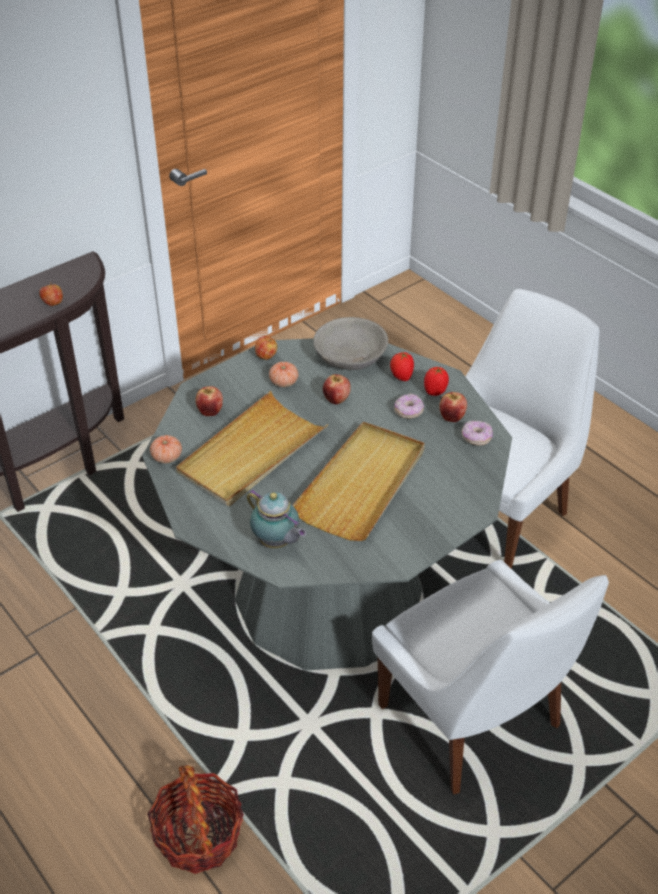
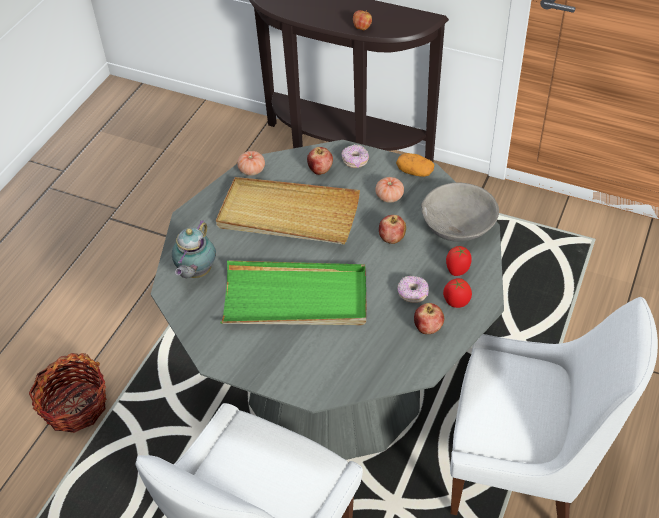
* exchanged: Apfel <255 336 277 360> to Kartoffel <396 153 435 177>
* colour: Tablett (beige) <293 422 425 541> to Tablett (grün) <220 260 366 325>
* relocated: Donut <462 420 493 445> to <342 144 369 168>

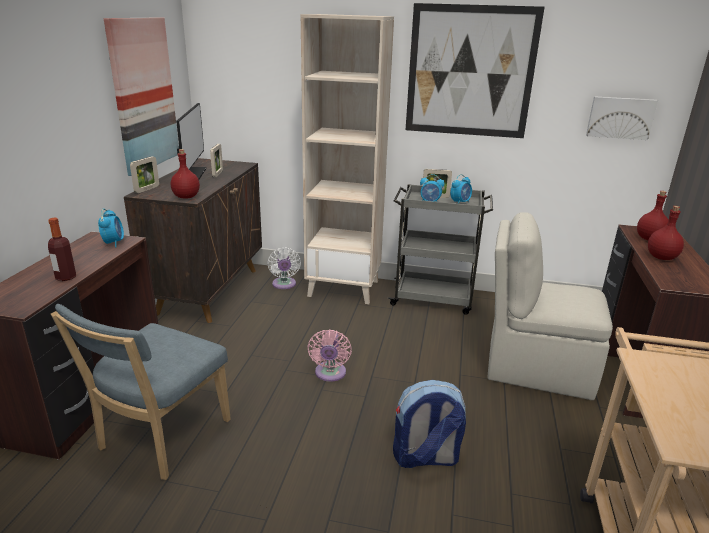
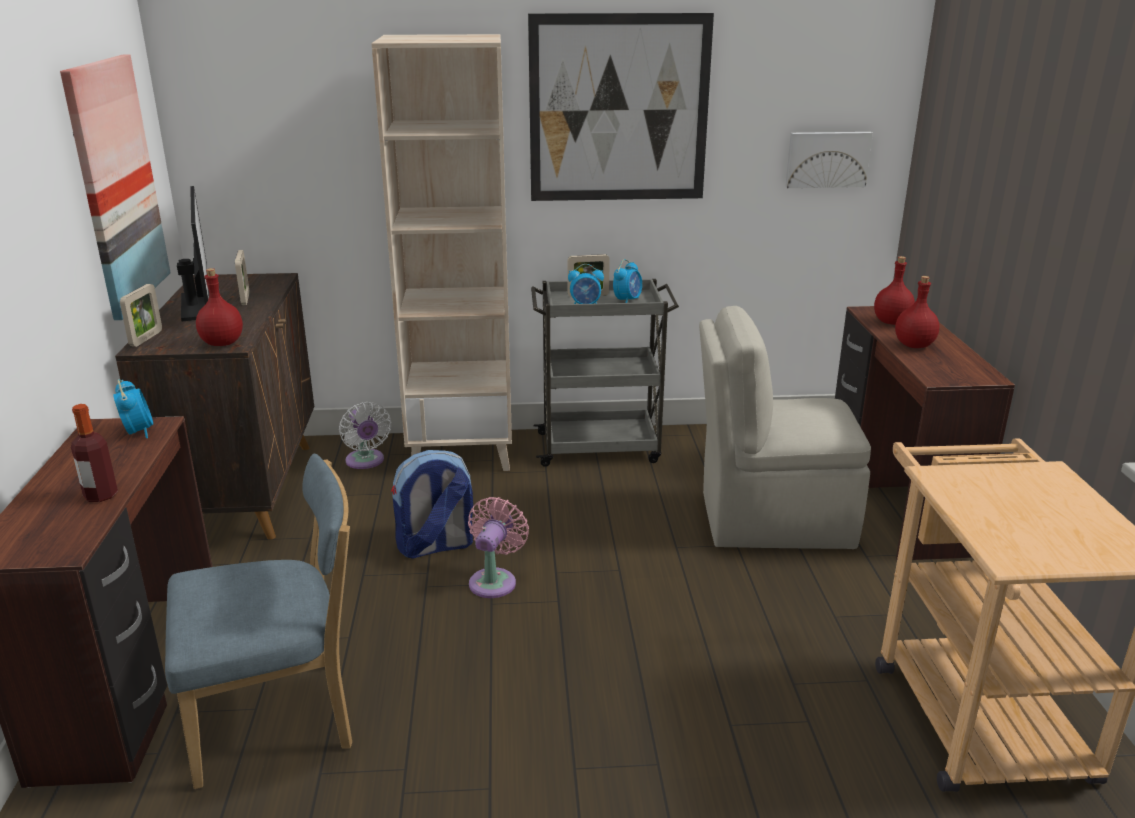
* spun: Stuhl (blau) <51 304 231 480> = <165 454 352 789> 120 degrees counterclockwise
* spun: Ventilator (rosa) <307 329 352 382> = <468 497 529 598> 150 degrees counterclockwise
* relocated: Rucksack <393 380 466 468> to <391 450 473 559>

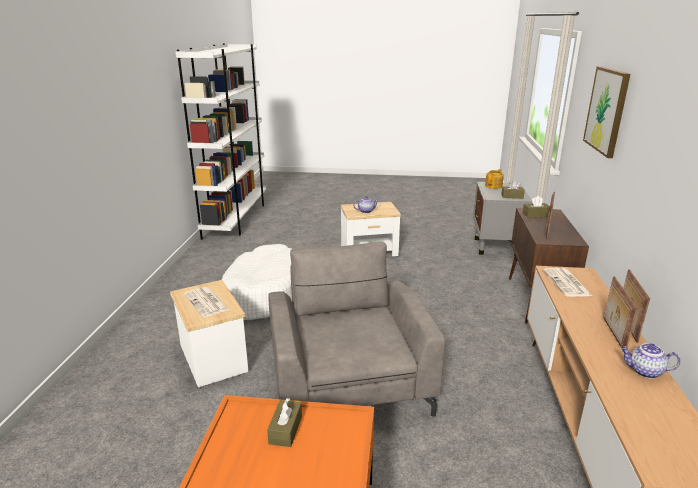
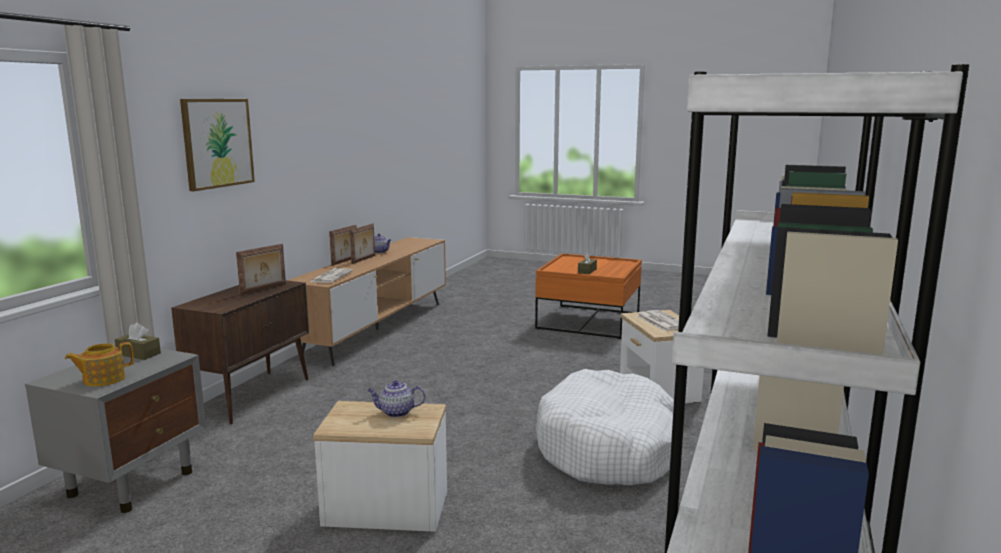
* missing: Sessel (grau) <269 242 445 416>
* missing: Taschentuchbox (braun) <523 196 550 218>

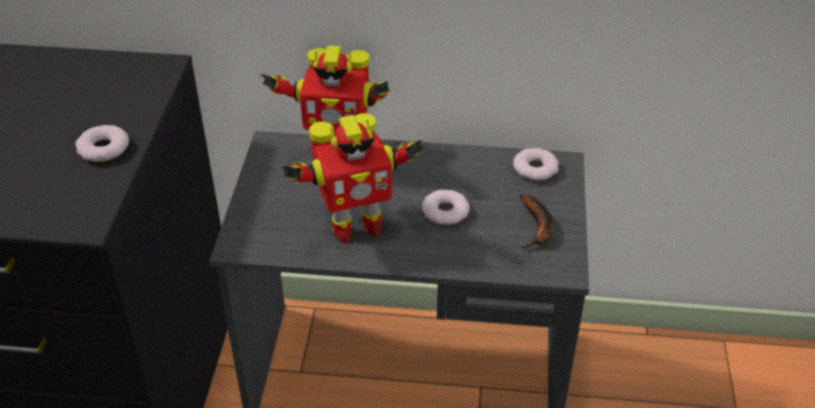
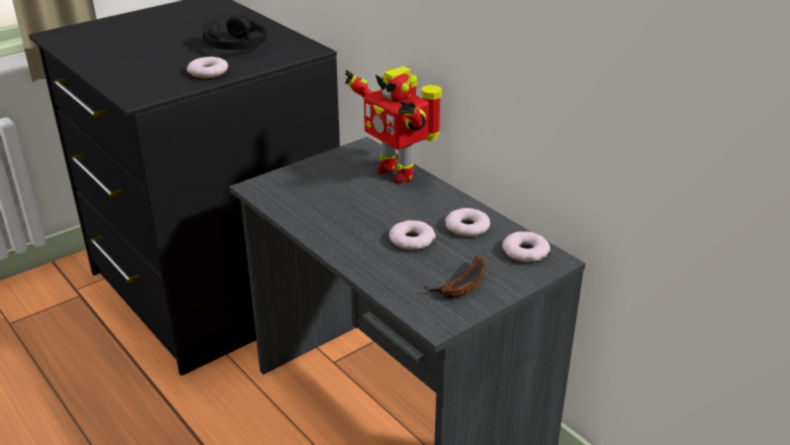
* missing: Spielzeugroboter <282 113 424 243>
* appeared: Kopfhörer (schwarz) <202 15 267 50>
* appeared: Donut <445 208 490 237>

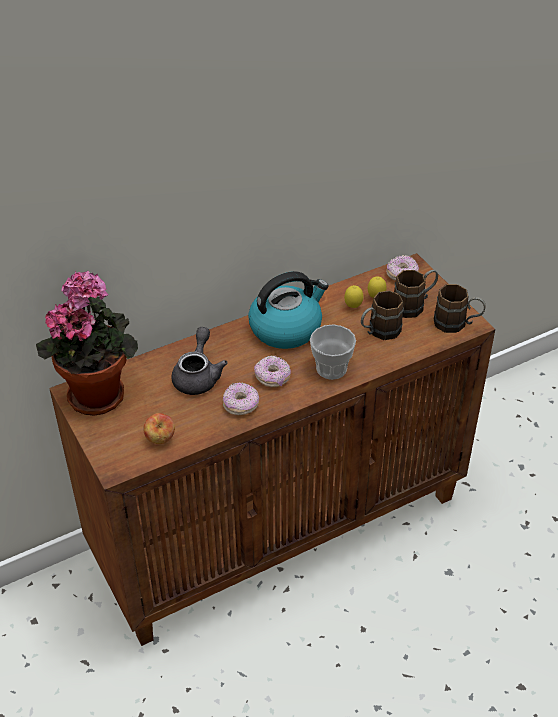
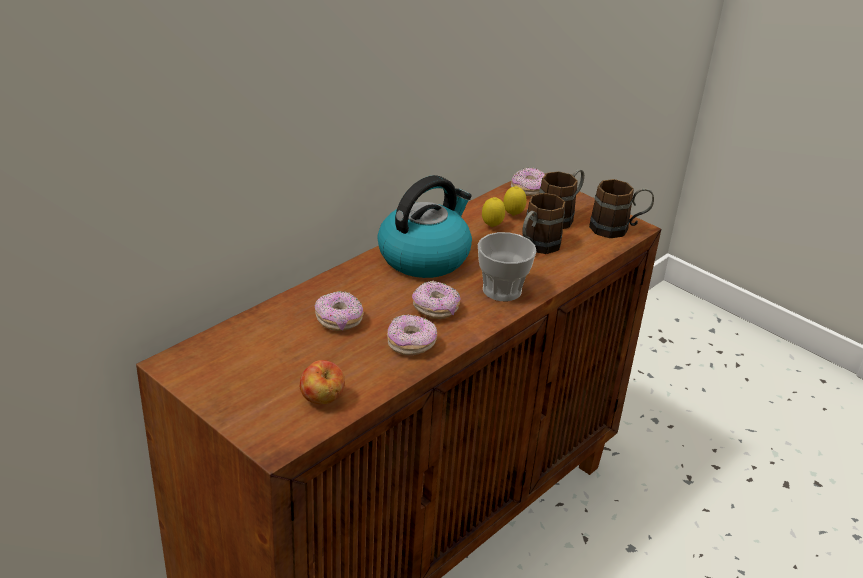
* missing: Topfpflanze <36 271 138 415>
* exchanged: Teekanne (grau) <171 327 228 395> to Donut <315 291 364 331>

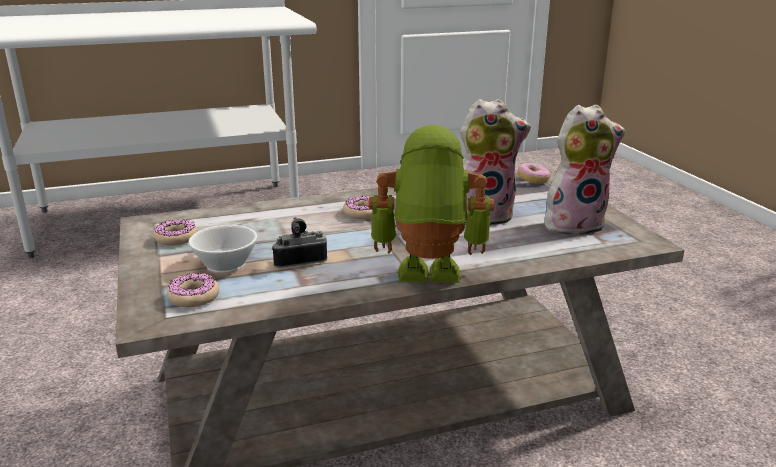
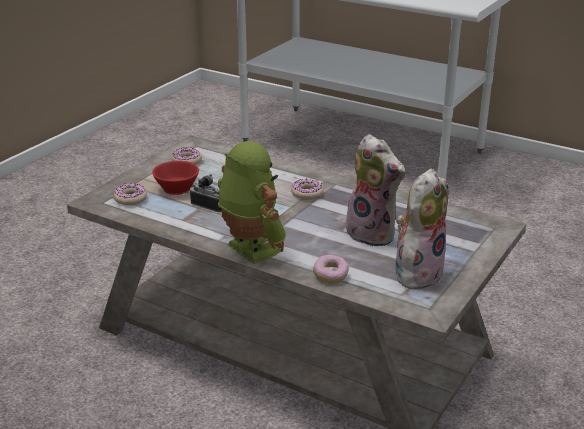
* colour: Tasse (weiß) <189 225 257 273> to Tasse (rot) <152 161 199 195>
* relocated: Donut <518 163 550 184> to <313 255 349 284>
* spun: Plüschtier <545 105 626 235> = <396 169 448 289> 90 degrees counterclockwise

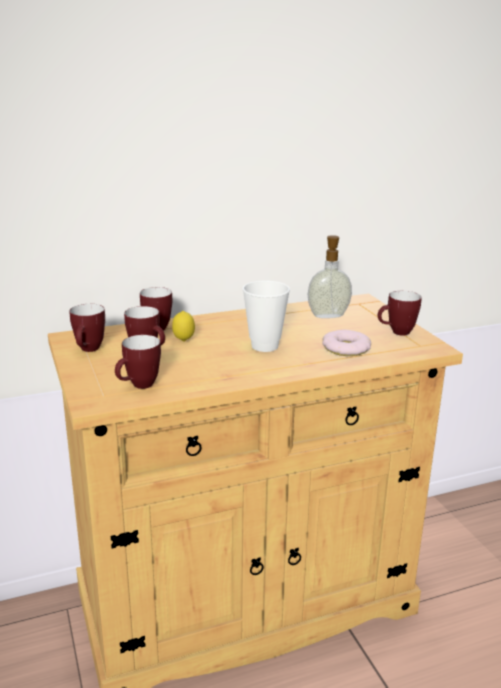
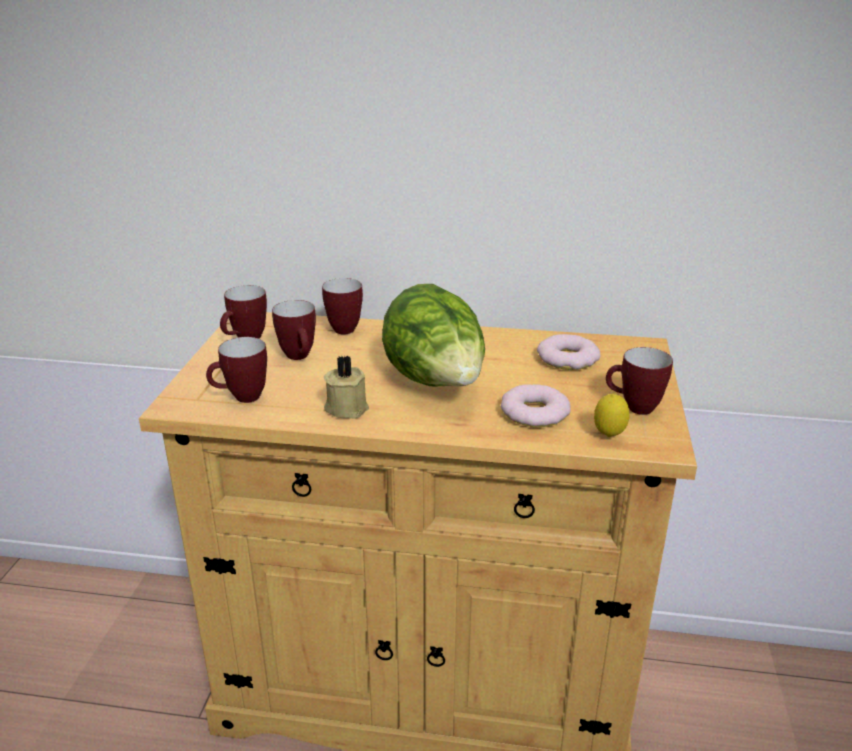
* relocated: Zitrone <172 311 195 342> to <594 394 630 437>
* exchanged: Tasse <243 281 290 352> to Salatkopf <382 284 485 386>
* exchanged: Seifenspender <308 235 352 318> to Donut <537 334 600 370>
* appeared: Kerze (beige) <324 355 369 419>

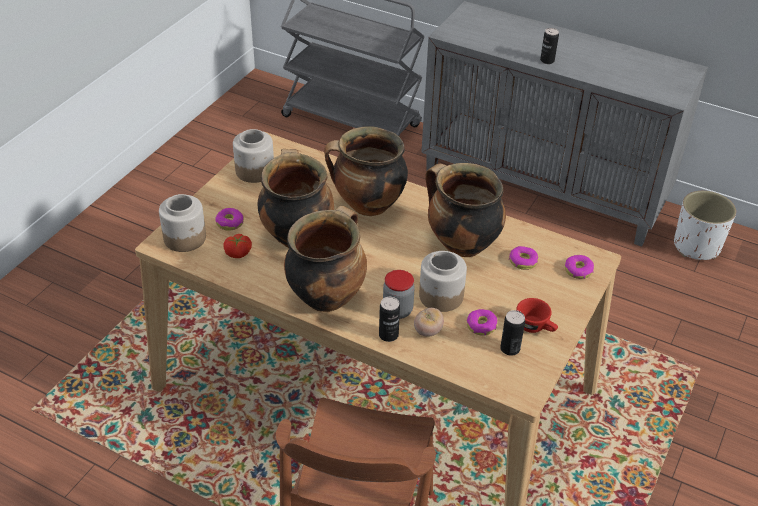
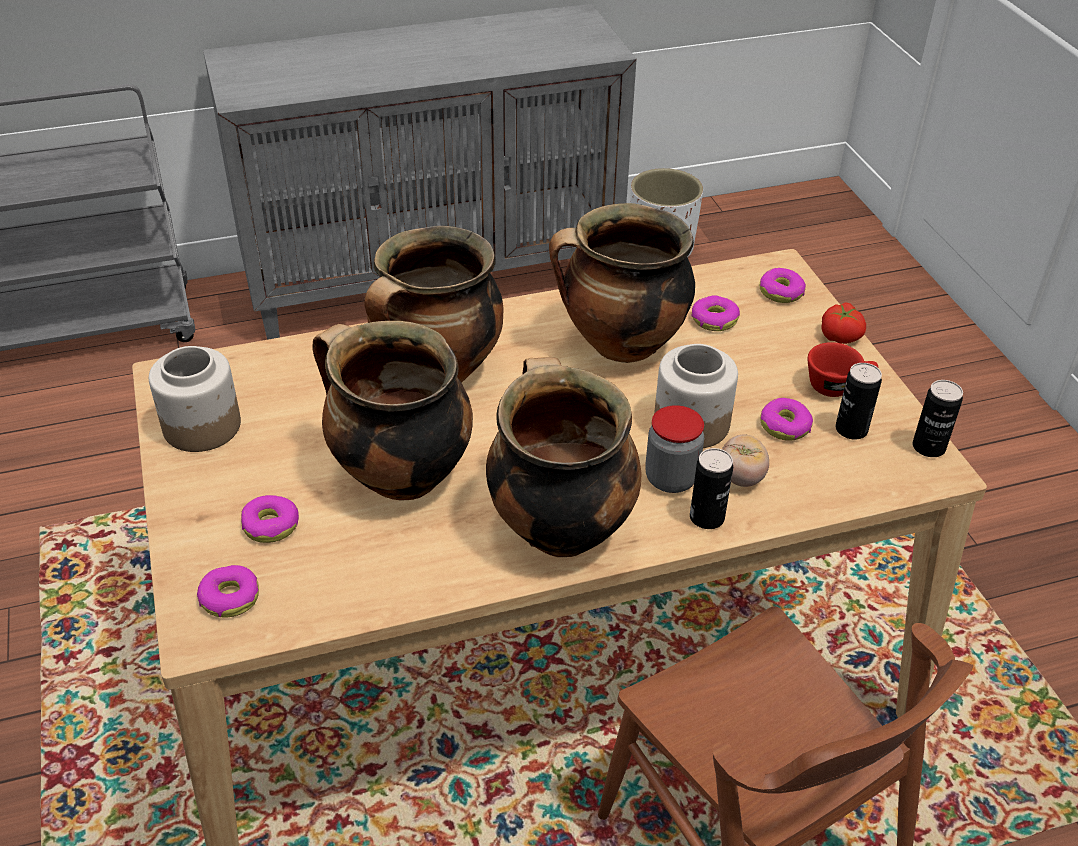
* exchanged: Vorratsglas <159 194 206 252> to Donut <197 565 259 618>
* relocated: Tomate <223 234 252 258> to <821 302 866 344>
* relocated: Dose <540 28 559 64> to <913 380 963 457>

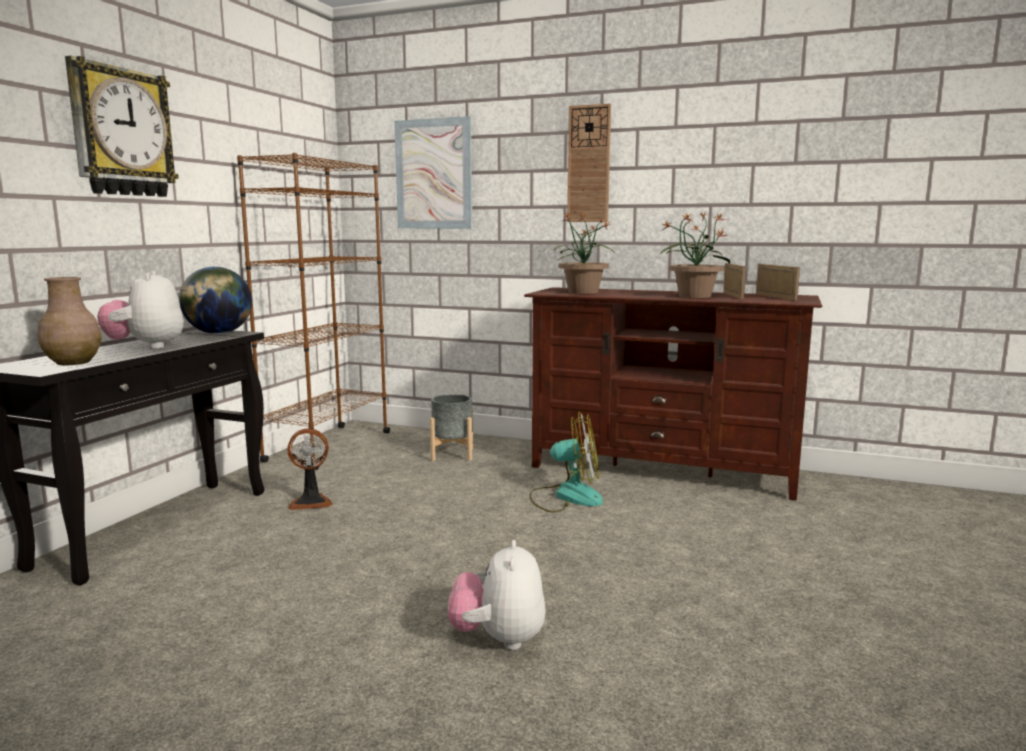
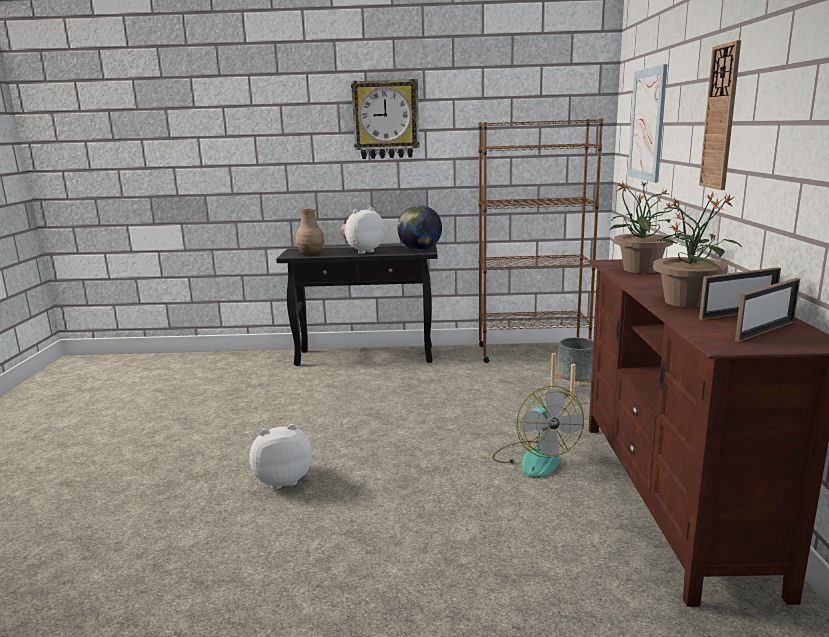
* missing: Ventilator <287 428 332 510>

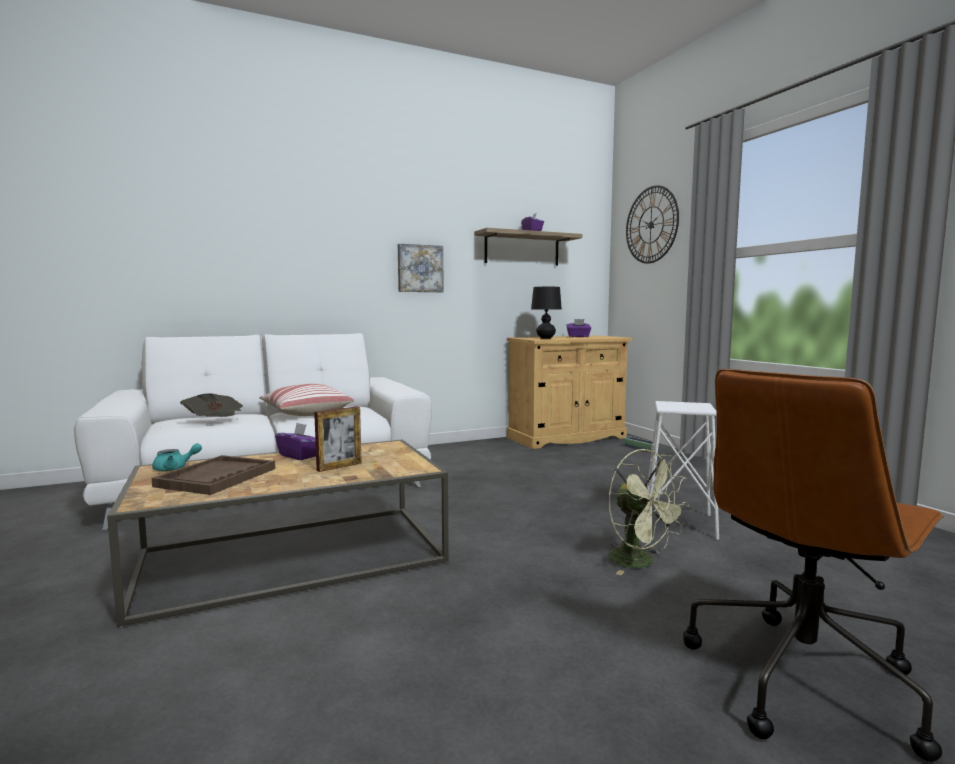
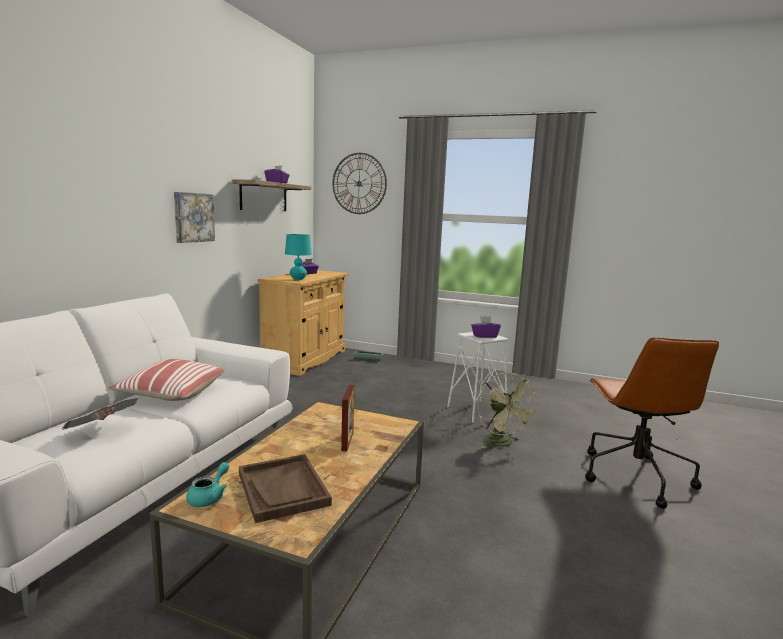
* relocated: Taschentuchbox (lila) <275 423 316 460> to <471 316 501 338>
* colour: Tischlampe (schwarz) <531 287 562 339> to Tischlampe (türkis) <285 234 312 280>
* spun: Ventilator (grün) <609 449 689 575> = <478 372 538 449> 60 degrees clockwise

